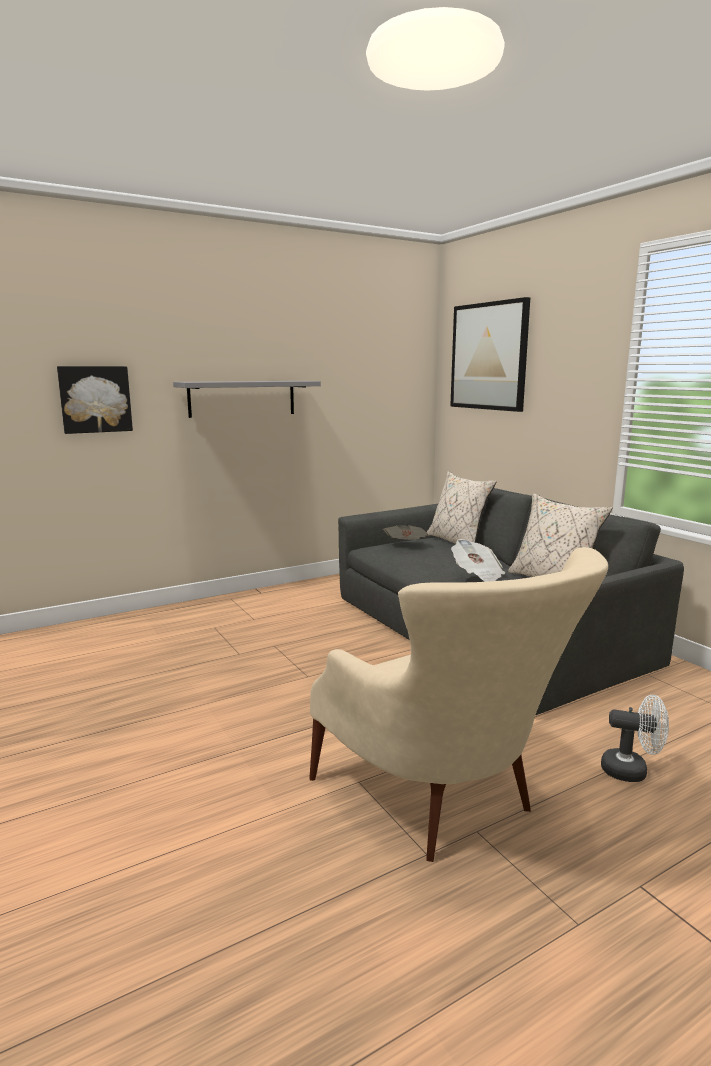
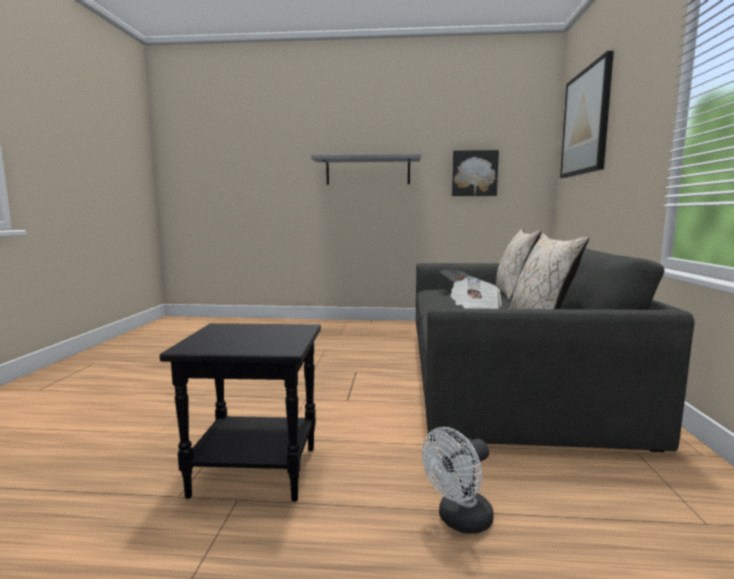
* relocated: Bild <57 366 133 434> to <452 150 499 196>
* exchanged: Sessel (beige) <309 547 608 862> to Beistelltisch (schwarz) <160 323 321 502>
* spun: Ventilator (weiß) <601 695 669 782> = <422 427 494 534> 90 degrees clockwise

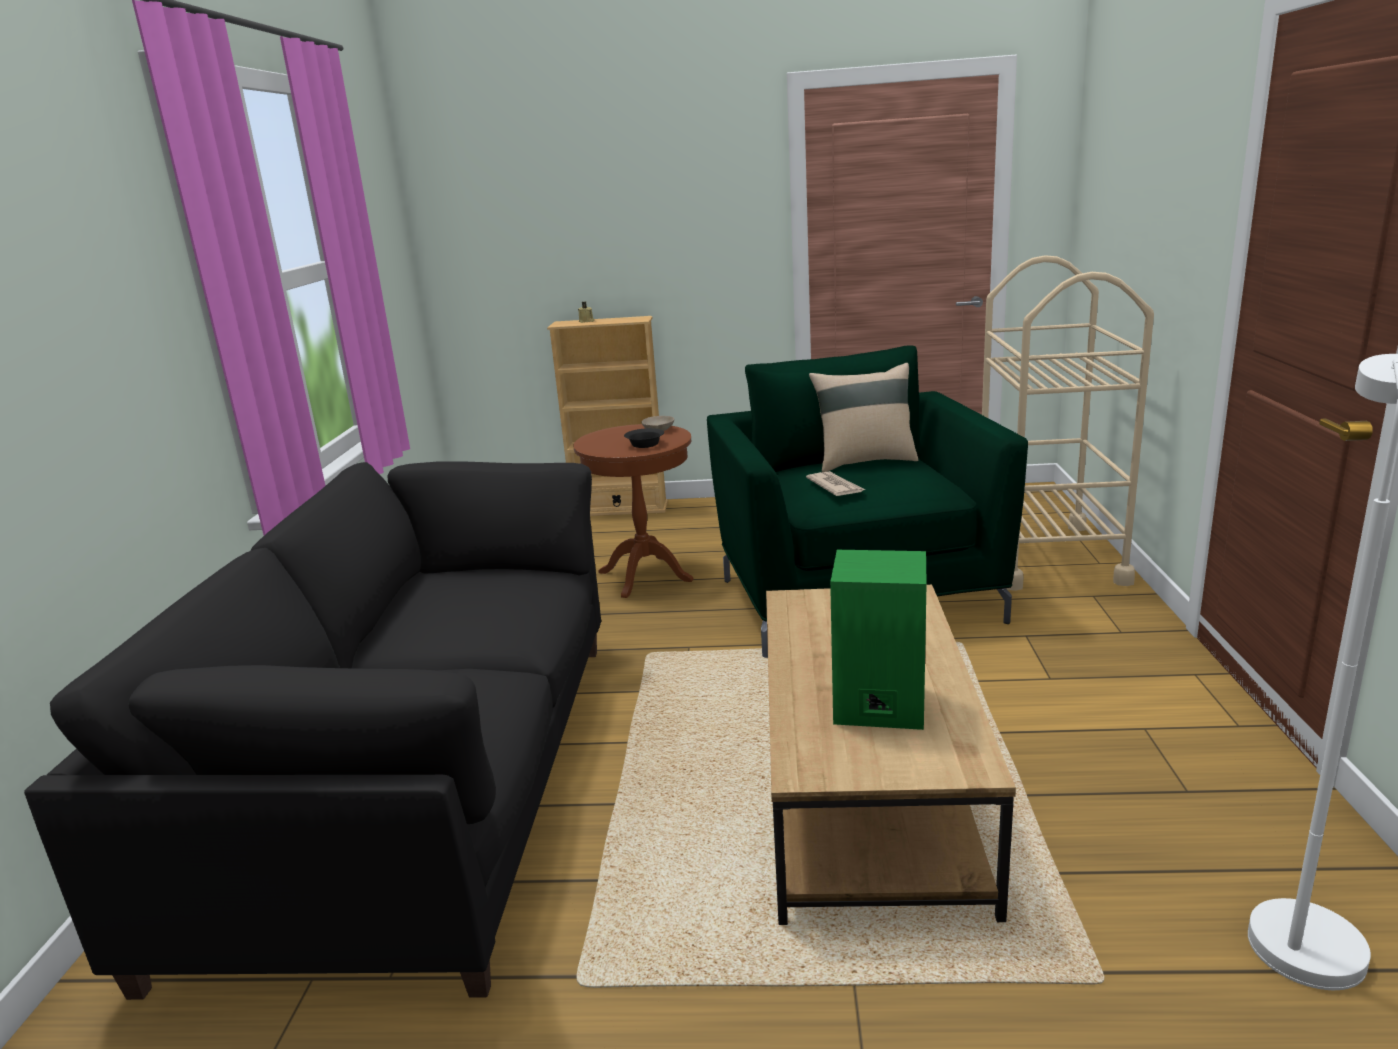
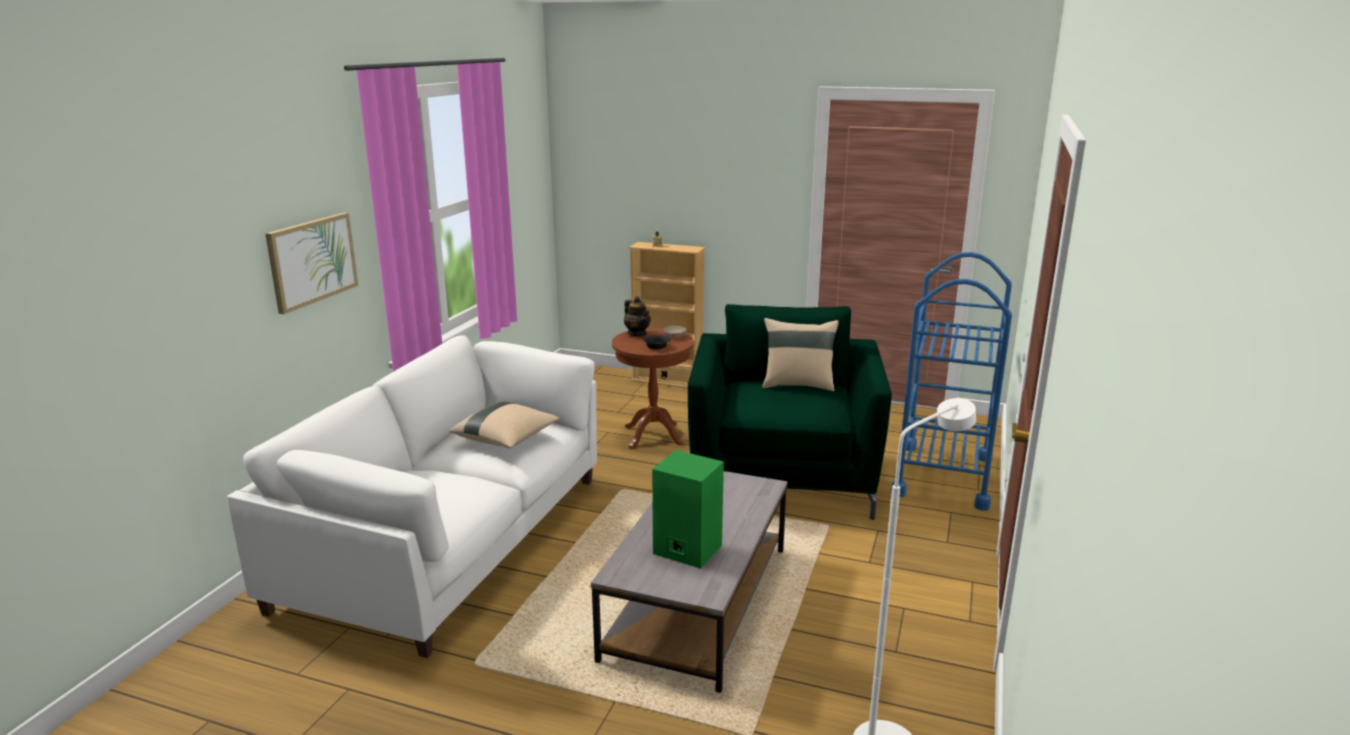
* colour: Sofa (schwarz) <24 461 601 1000> to Sofa (weiß) <227 335 597 658>
* colour: Couchtisch (braun) <766 585 1016 925> to Couchtisch (grau) <591 471 787 693>
* missing: Zeitung <806 471 866 496>
* colour: Rollwagen (beige) <982 255 1154 591> to Rollwagen (blau) <891 252 1012 511>
* appeared: Bild <265 212 358 314>
* appeared: Kissen (beige) <450 401 560 448>
* appeared: Teekanne <624 296 651 336>

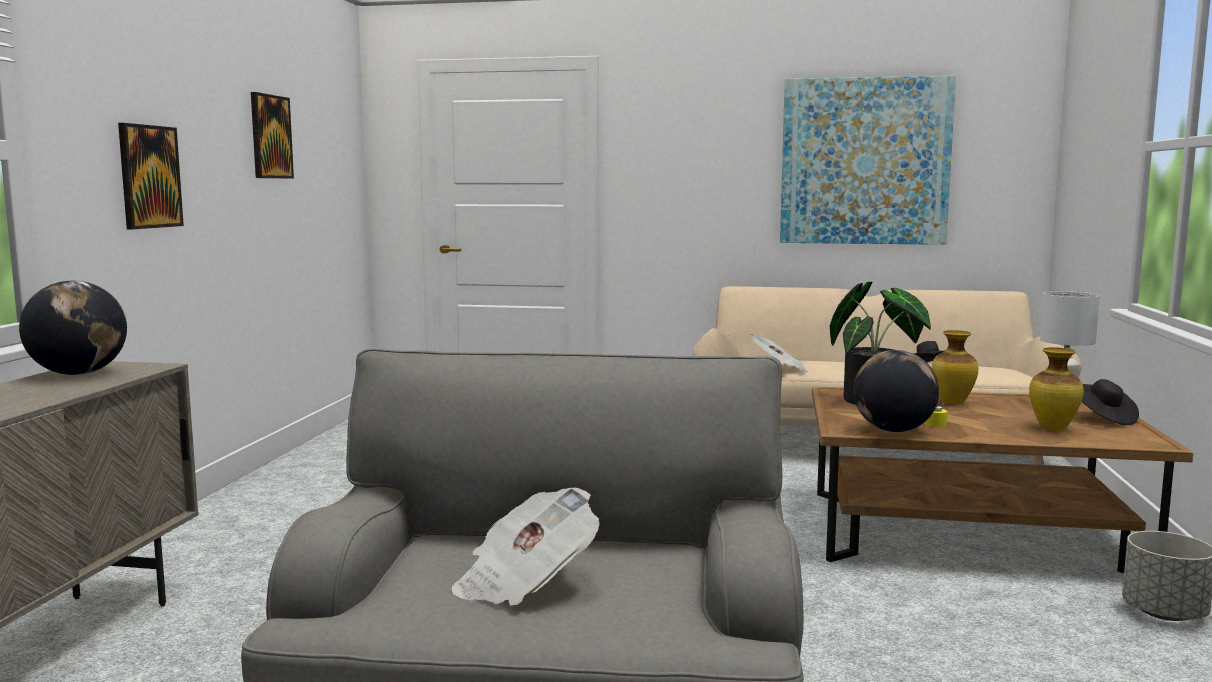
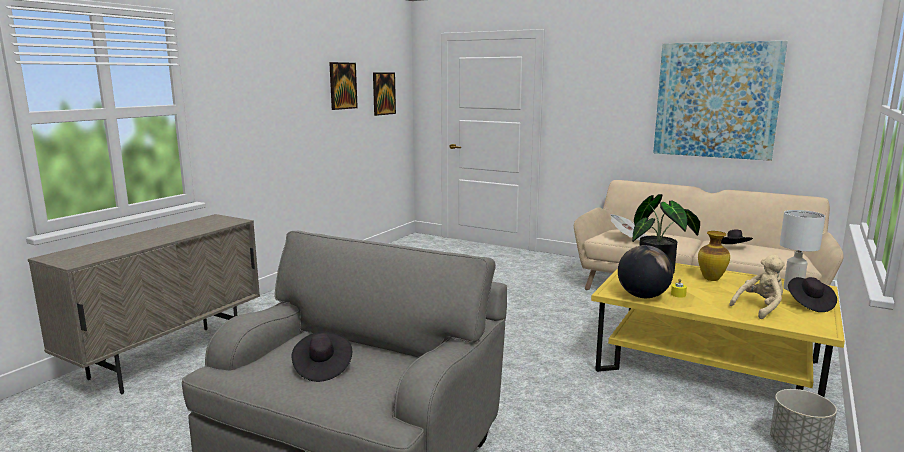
* missing: Globus <19 281 127 375>
* relocated: Bild <118 123 184 229> to <373 72 396 116>
* exchanged: Zeitung <451 488 599 606> to Hut (schwarz) <292 332 352 382>
* colour: Couchtisch (braun) <812 387 1194 573> to Couchtisch (gelb) <591 263 845 397>
* exchanged: Vase <1029 347 1084 431> to Plüschtier (beige) <729 255 785 319>

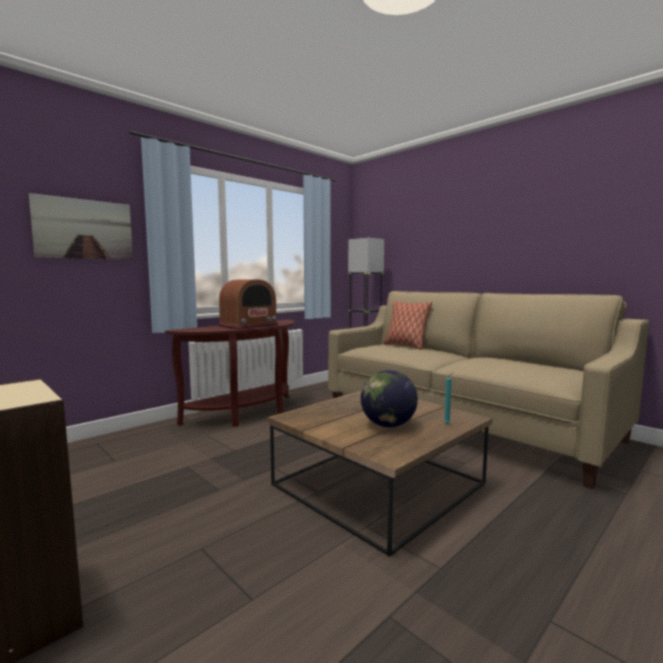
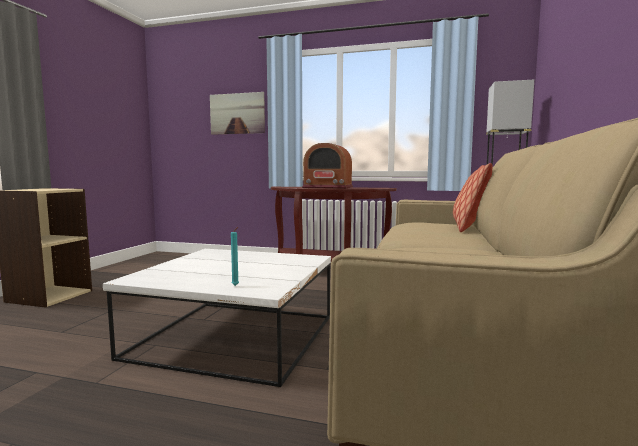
* colour: Couchtisch (braun) <268 390 493 557> to Couchtisch (weiß) <103 249 331 387>
* missing: Globus <361 370 418 428>

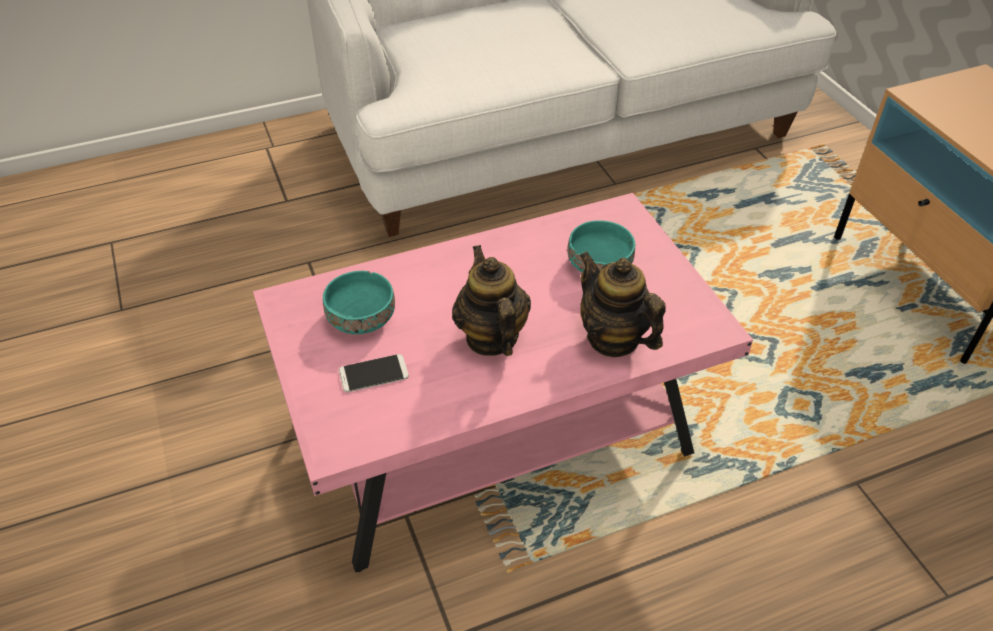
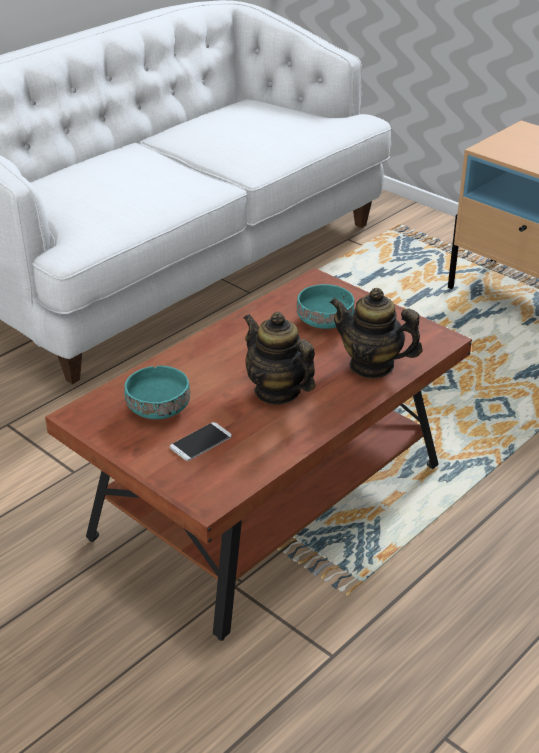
* colour: Couchtisch (rosa) <253 193 753 572> to Couchtisch (braun) <45 268 472 641>

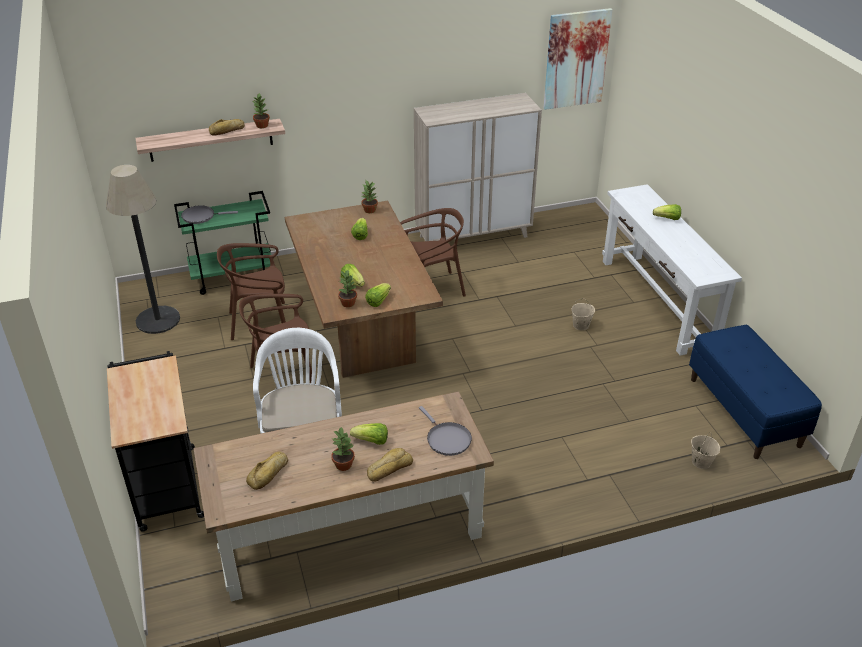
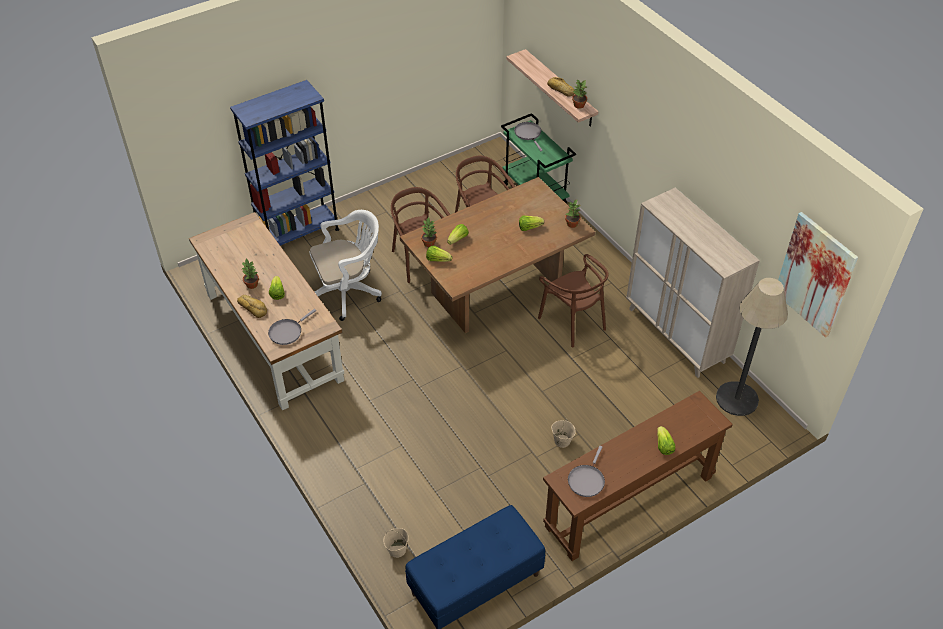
* relocated: Stehlampe <106 165 180 334> to <716 278 788 416>
* exchanged: Rollwagen (schwarz) <107 351 204 531> to Bücherregal (blau) <230 80 339 246>
* missing: Brot <246 452 288 490>
* colour: Konsolentisch (weiß) <602 184 742 356> to Konsolentisch (braun) <543 391 733 561>
* appeared: Pfanne (grau) <568 446 605 497>

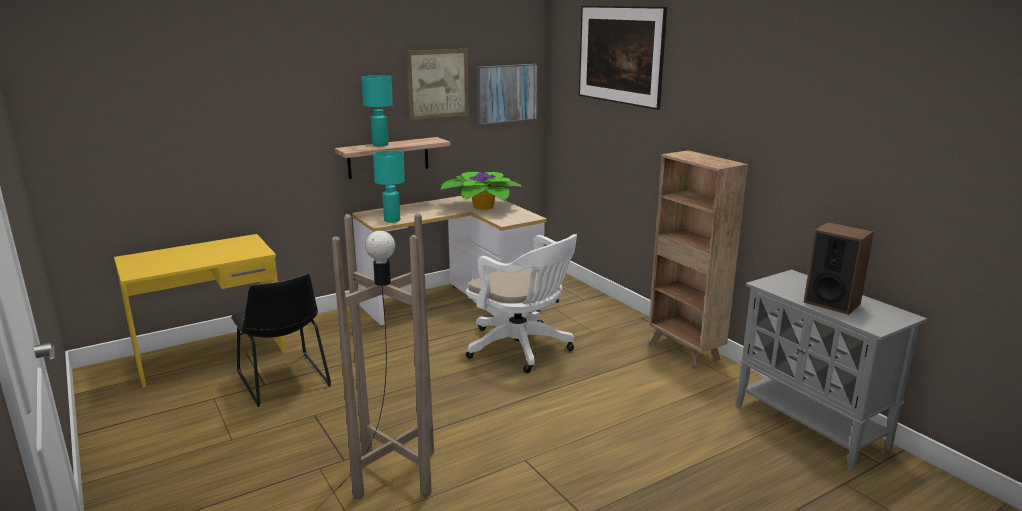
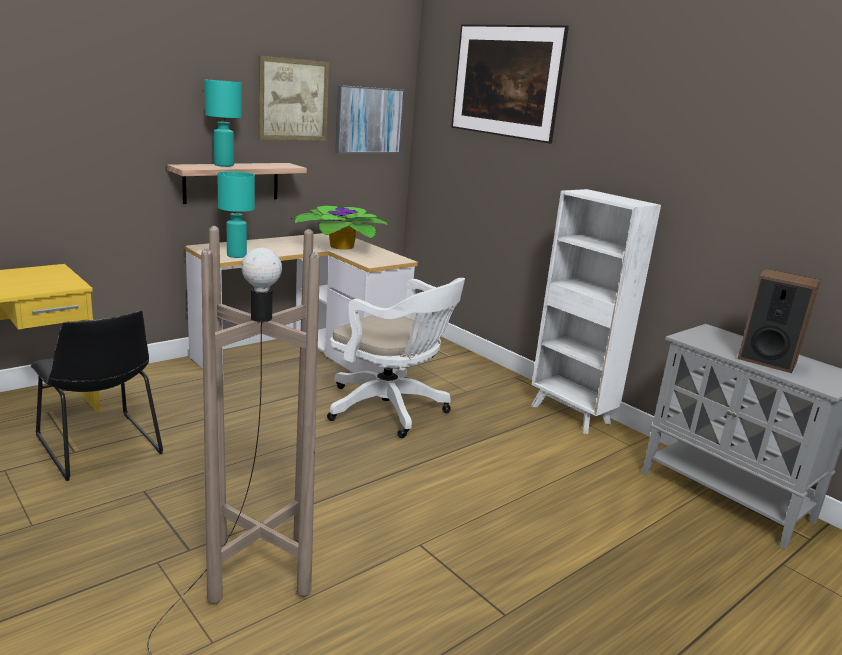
* colour: Bücherregal (braun) <649 150 748 369> to Bücherregal (weiß) <531 189 661 434>

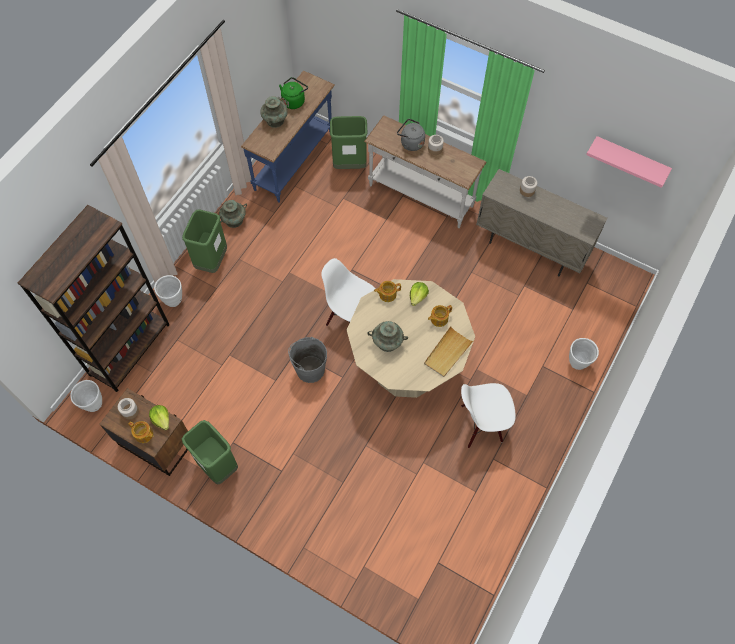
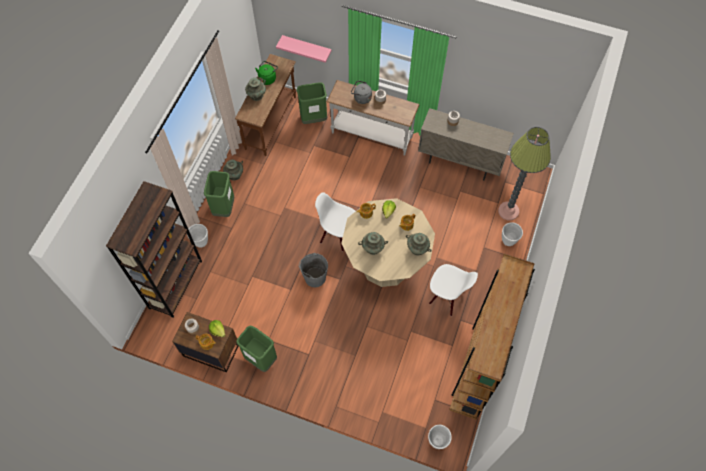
* relocated: Pflanzkübel (weiß) <70 380 102 412> to <428 425 452 449>
* colour: Konsolentisch (blau) <241 71 335 203> to Konsolentisch (braun) <235 54 296 156>
* exchanged: Tablett (beige) <424 326 473 377> to Vase (türkis) <406 233 432 255>
* spun: Stuhl (weiß) <461 383 516 448> = <429 264 478 316> 135 degrees counterclockwise
* relocated: Wandregal (rosa) <586 136 672 188> to <276 35 331 63>
* appeared: Bücherregal (braun) <449 254 535 420>
* appeared: Stehlampe <498 127 551 220>

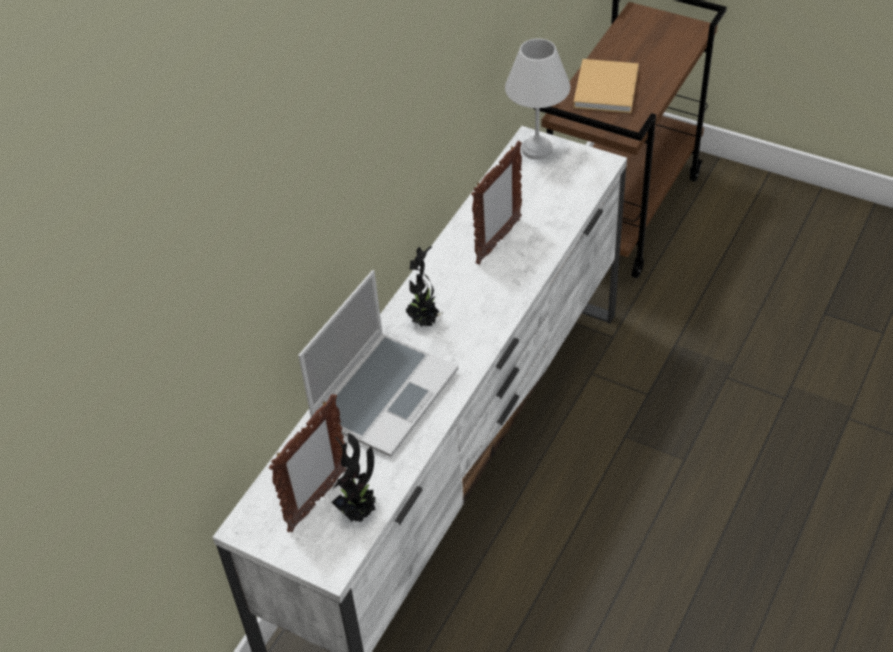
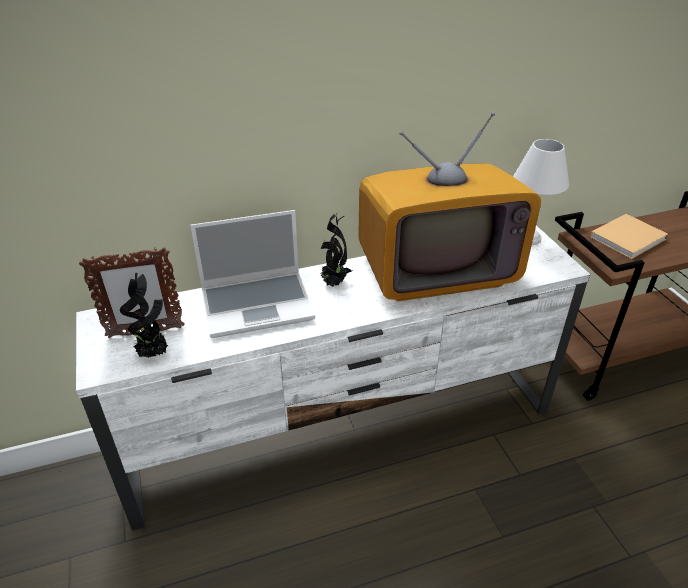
* exchanged: Bilderrahmen <471 141 522 265> to Fernseher <358 112 541 301>

